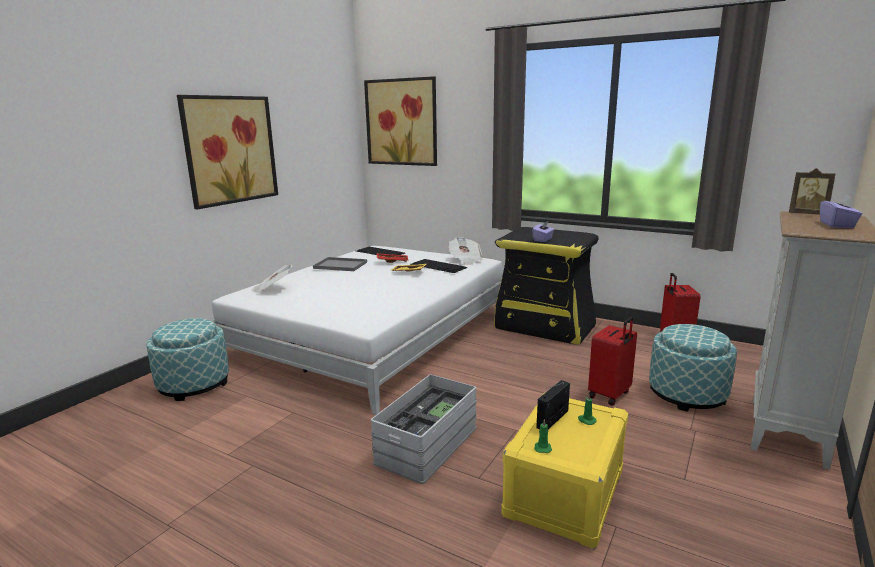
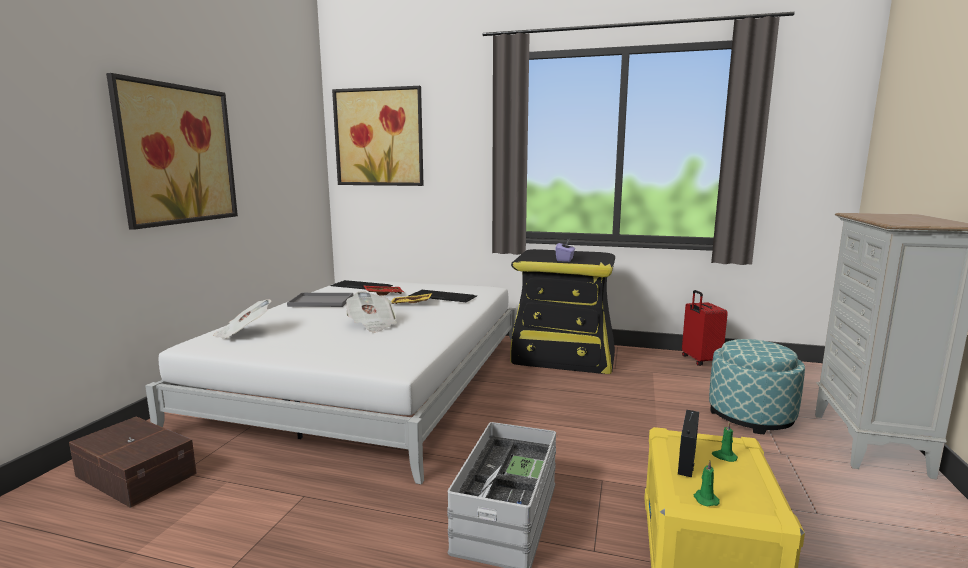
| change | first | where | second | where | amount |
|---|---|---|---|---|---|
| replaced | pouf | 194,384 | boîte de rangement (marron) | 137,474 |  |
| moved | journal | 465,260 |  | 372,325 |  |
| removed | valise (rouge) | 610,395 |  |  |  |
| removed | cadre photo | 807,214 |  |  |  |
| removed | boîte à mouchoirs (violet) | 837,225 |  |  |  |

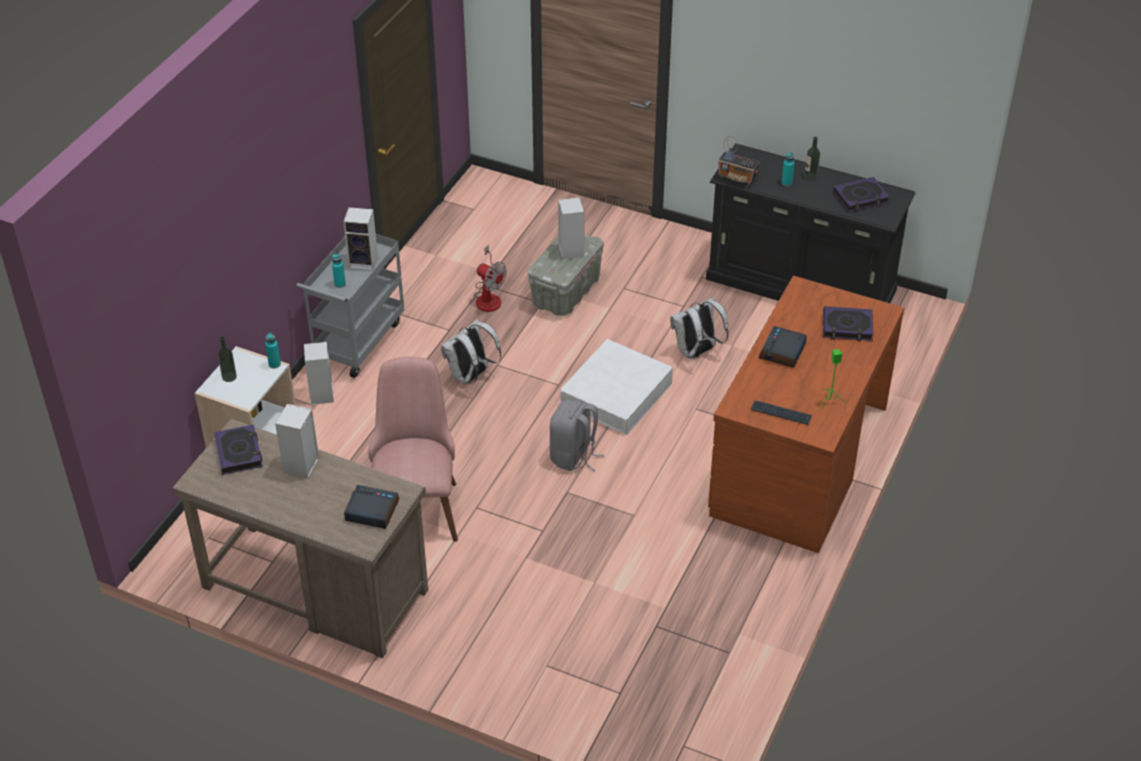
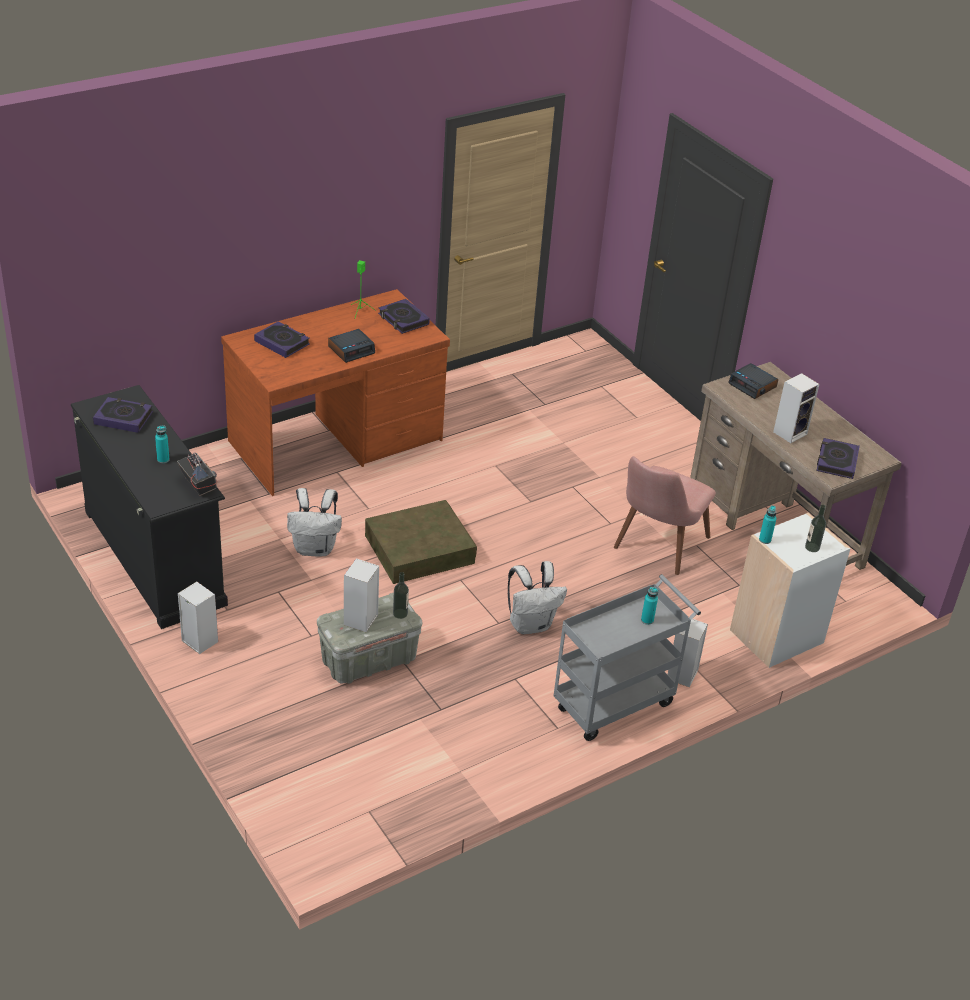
| change | first | where | second | where | amount |
|---|---|---|---|---|---|
| moved | enceinte | 364,262 |  | 198,641 |  |
| recoloured | boîte de rangement (blanc) | 616,394 | boîte de rangement (marron) | 419,549 |  |
| replaced | clavier | 781,413 | livre | 403,319 |  |
| moved | bouteille | 810,176 |  | 400,613 |  |
| removed | ventilateur | 488,297 |  |  |  |
| removed | sac à dos (gris) | 574,456 |  |  |  |

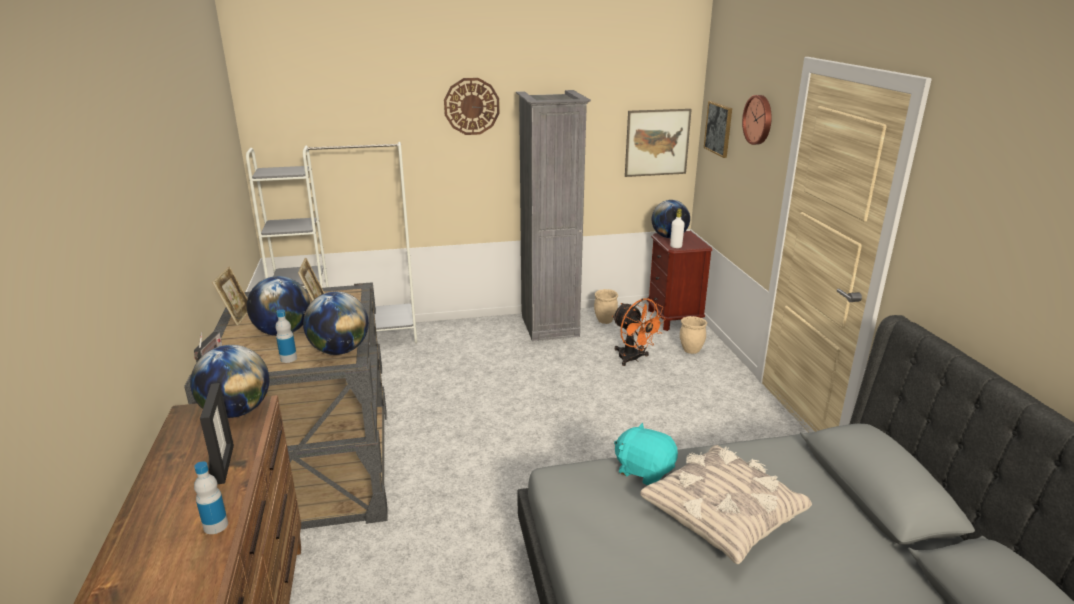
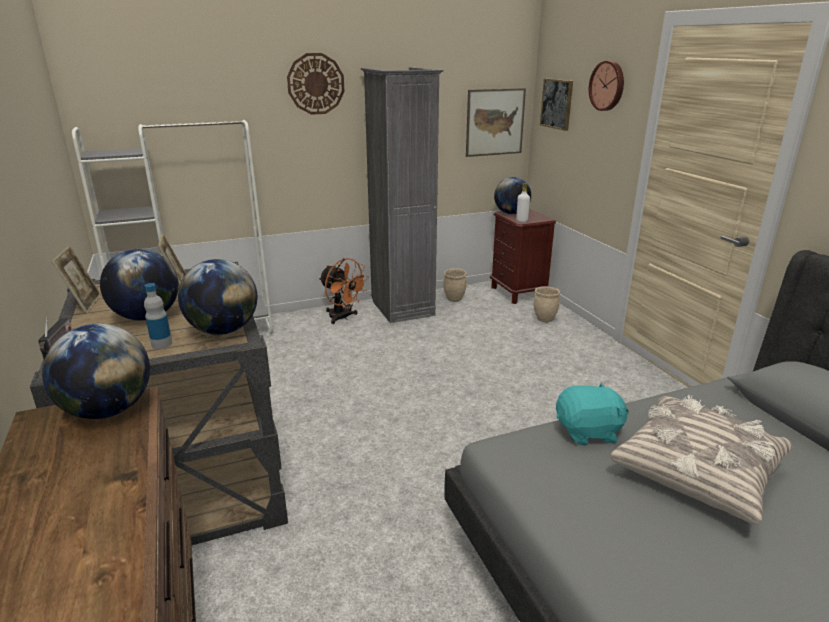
| change | first | where | second | where | amount |
|---|---|---|---|---|---|
| moved | ventilateur (orange) | 633,359 |  | 343,318 |  |
| turned | peluche (turquoise) | 644,470 |  | 588,432 | 150 degrees clockwise |
| removed | bouteille | 215,526 |  |  |  |
| removed | cadre photo | 223,464 |  |  |  |

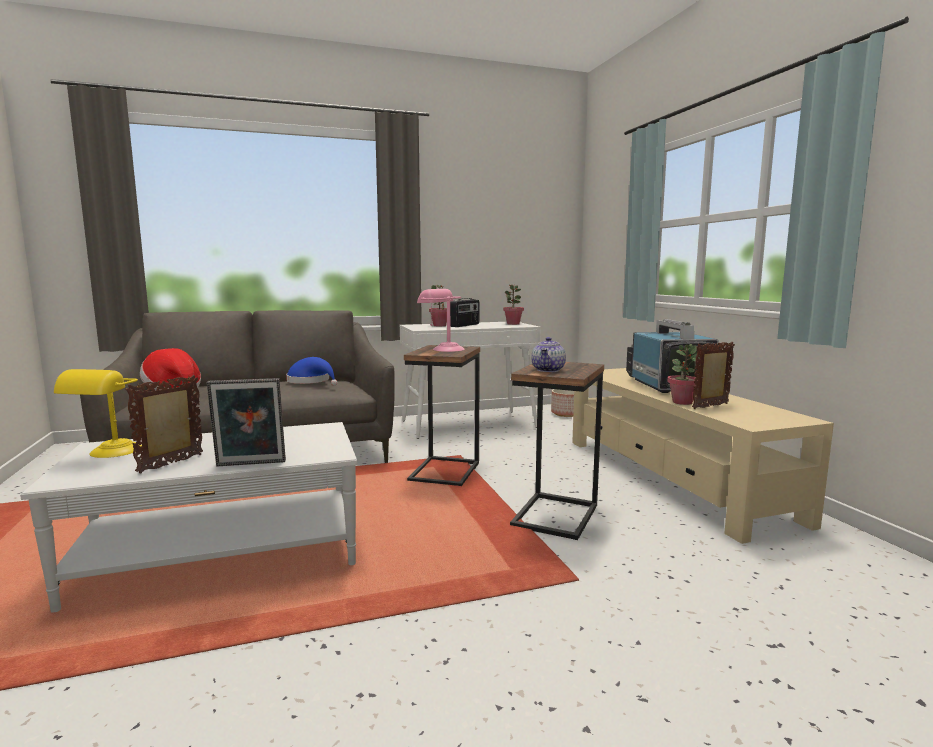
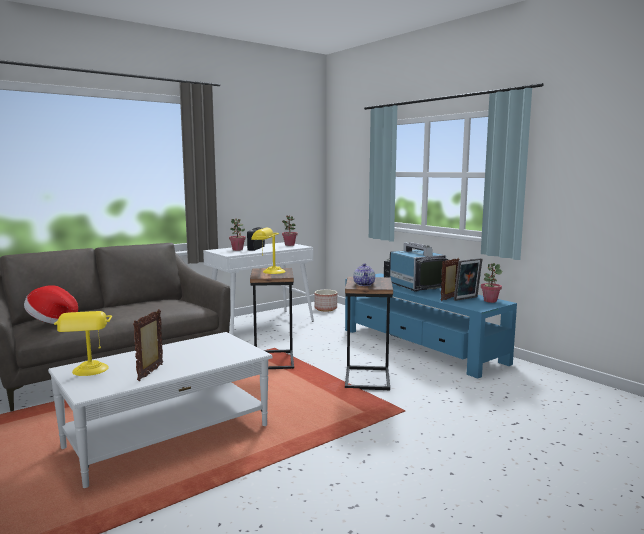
| change | first | where | second | where | amount |
|---|---|---|---|---|---|
| recoloured | lampe de table (rose) | 442,349 | lampe de table (jaune) | 269,271 |  |
| recoloured | meuble télé (beige) | 670,477 | meuble télé (bleu) | 420,346 |  |
| moved | cadre photo | 250,464 |  | 467,299 |  |
| moved | plante en pot | 682,402 |  | 490,301 |  |
| removed | chapeau (bleu) | 311,381 |  |  |  |

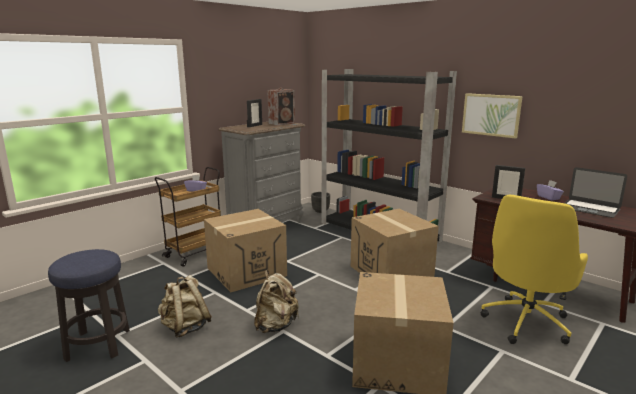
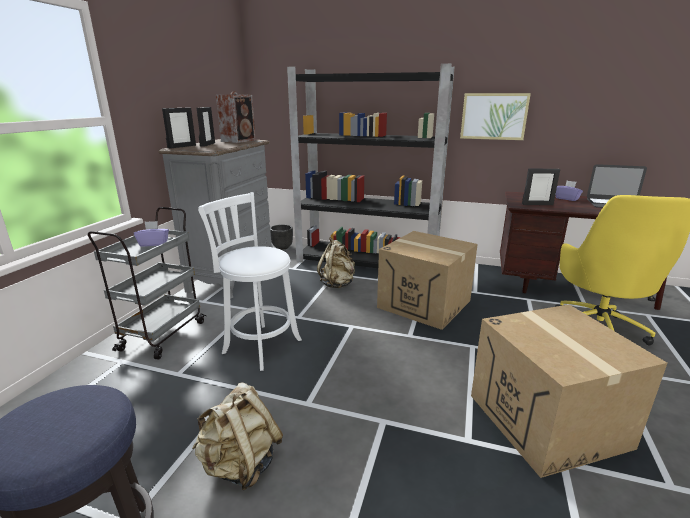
| change | first | where | second | where | amount |
|---|---|---|---|---|---|
| recoloured | chariot (marron) | 195,254 | chariot (gris) | 163,335 |  |
| added |  |  | cadre photo | 182,146 |  |
| replaced | carton | 246,272 | tabouret (blanc) | 259,345 |  |
| moved | sac à dos (beige) | 275,325 |  | 337,284 |  |

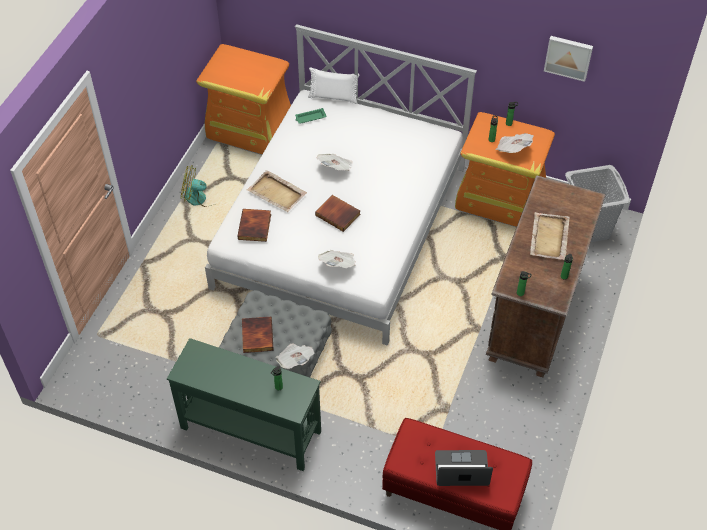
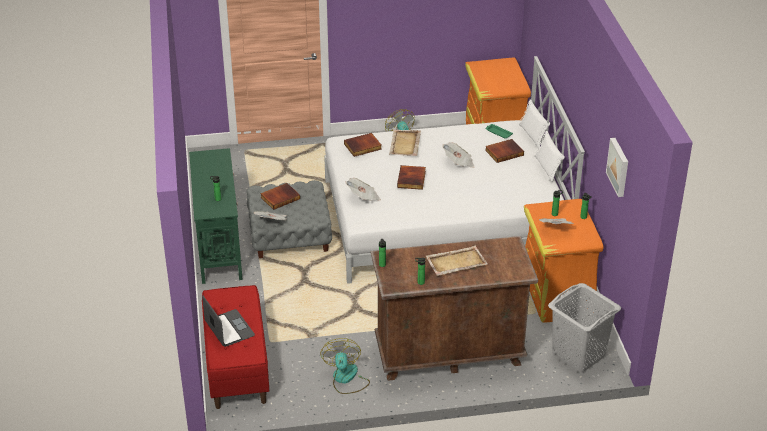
| change | first | where | second | where | amount |
|---|---|---|---|---|---|
| added |  |  | ventilateur | 346,379 |  |
| added |  |  | livre | 504,152 |  |
| added |  |  | coussin (blanc) | 547,168 |  |

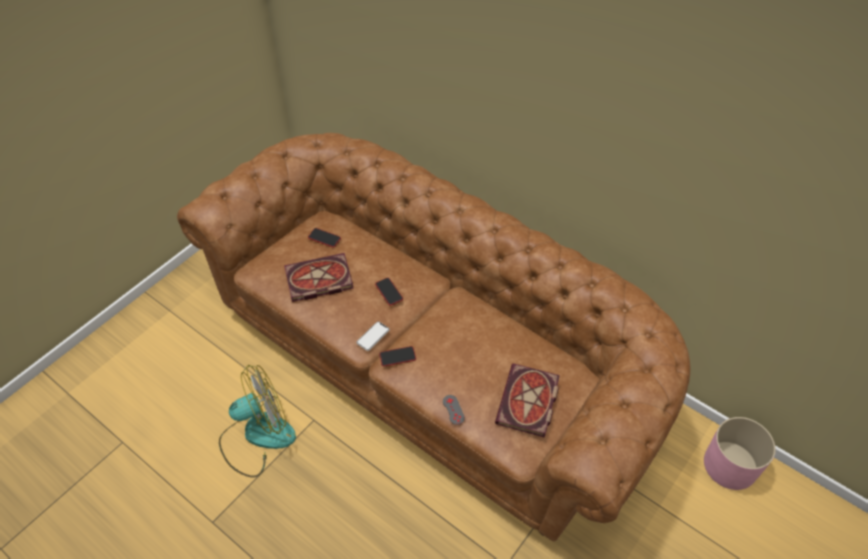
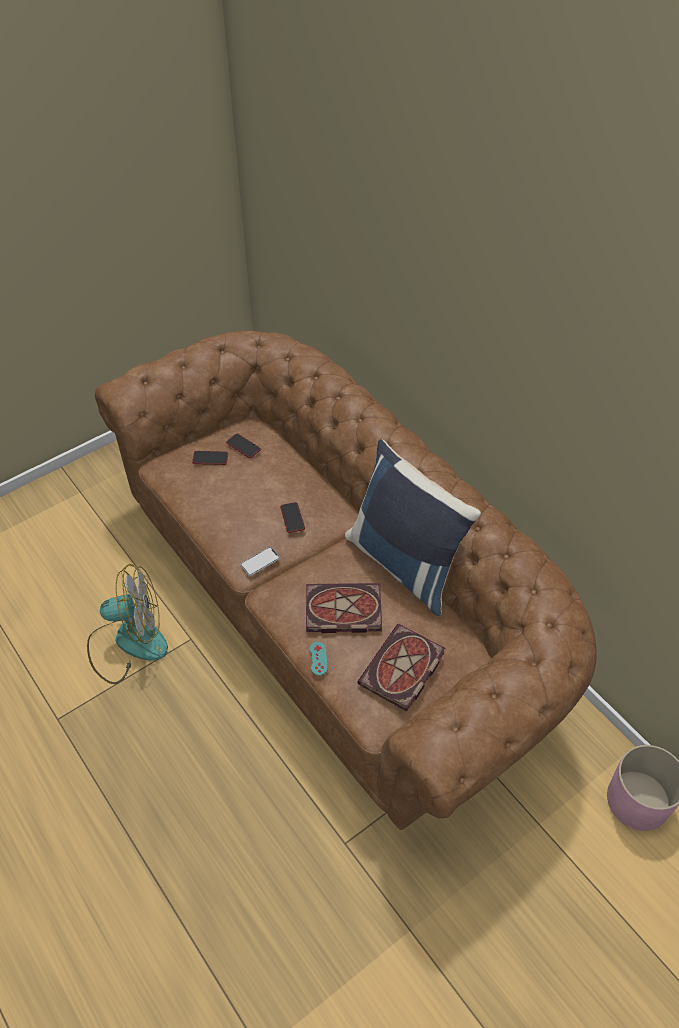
| change | first | where | second | where | amount |
|---|---|---|---|---|---|
| moved | téléphone | 397,356 |  | 210,458 |  |
| moved | livre | 317,280 |  | 341,611 |  |
| recoloured | manette (gris) | 453,410 | manette (turquoise) | 318,658 |  |
| added |  |  | coussin (bleu) | 405,563 |  |

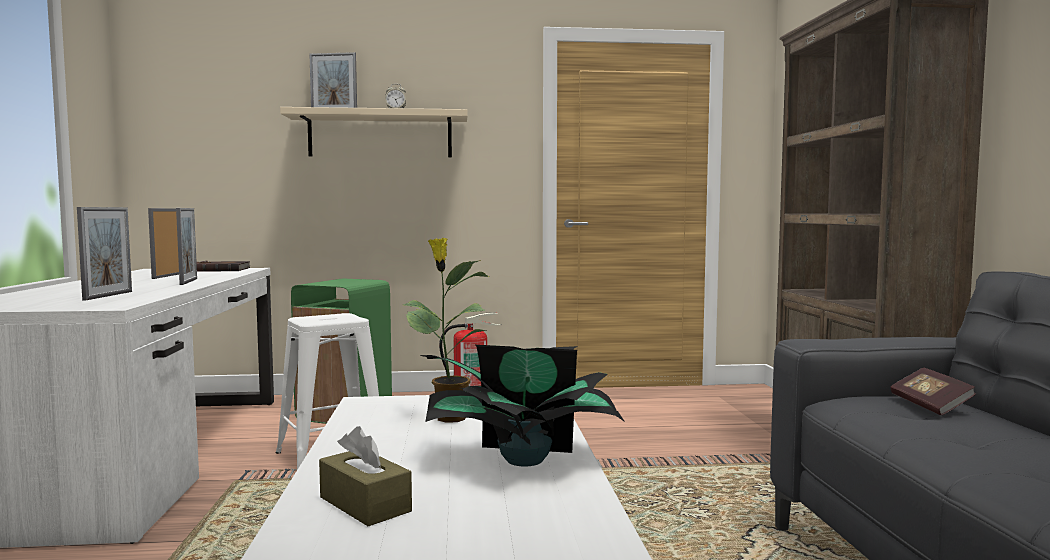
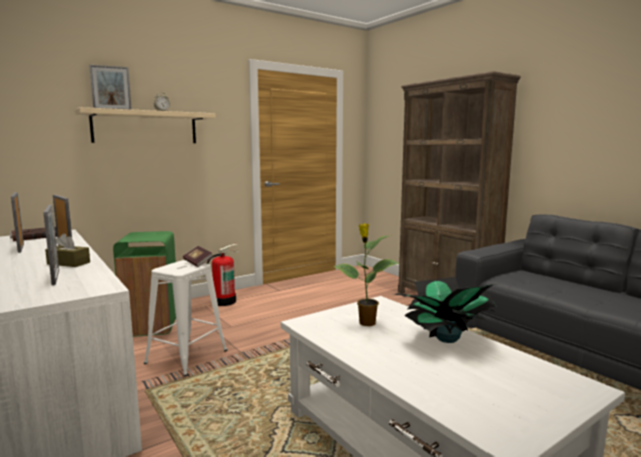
| change | first | where | second | where | amount |
|---|---|---|---|---|---|
| moved | boîte à mouchoirs (marron) | 365,504 |  | 68,263 |  |
| moved | livre | 930,405 |  | 198,263 |  |

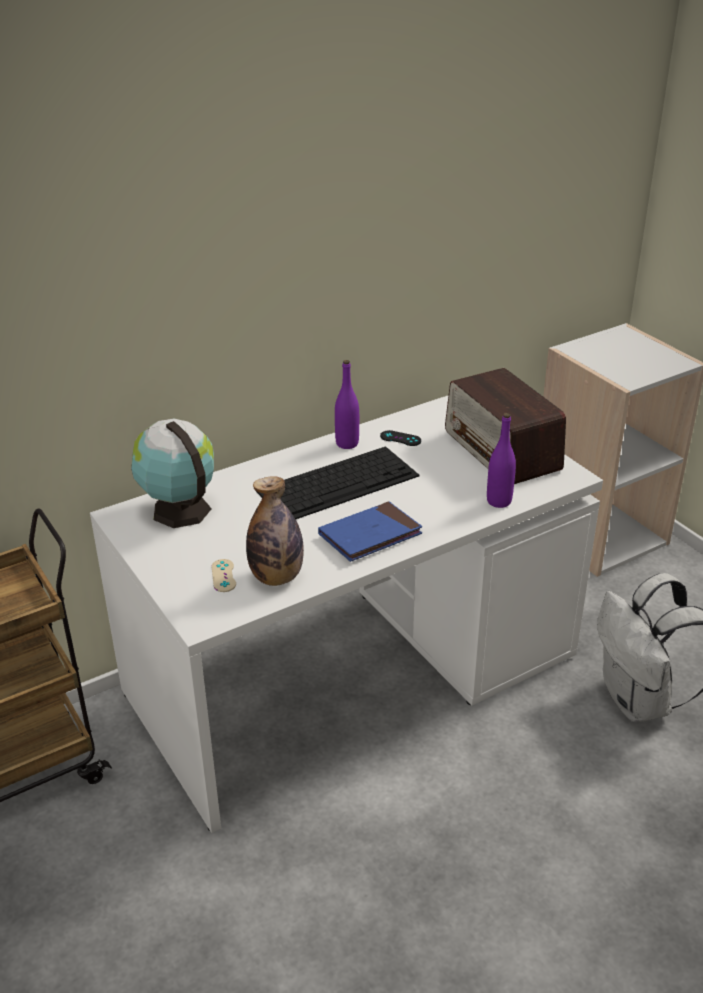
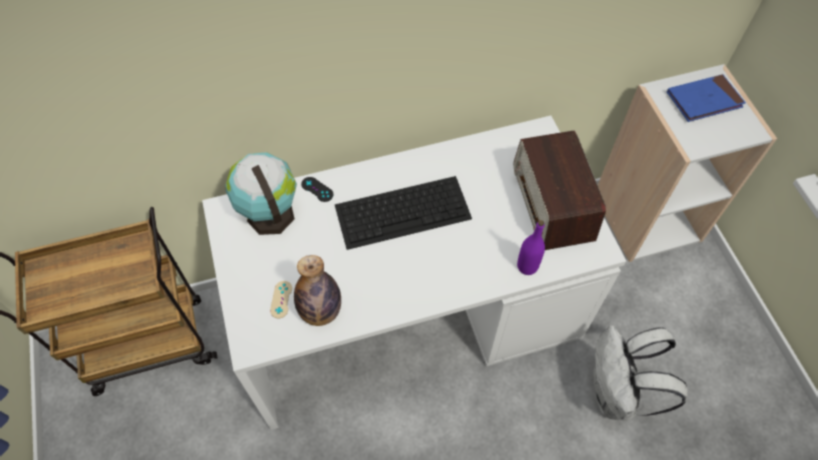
| change | first | where | second | where | amount |
|---|---|---|---|---|---|
| moved | manette (noir) | 400,438 |  | 317,189 |  |
| moved | livre (bleu) | 370,535 |  | 704,100 |  |
| removed | bouteille (violet) | 347,443 |  |  |  |

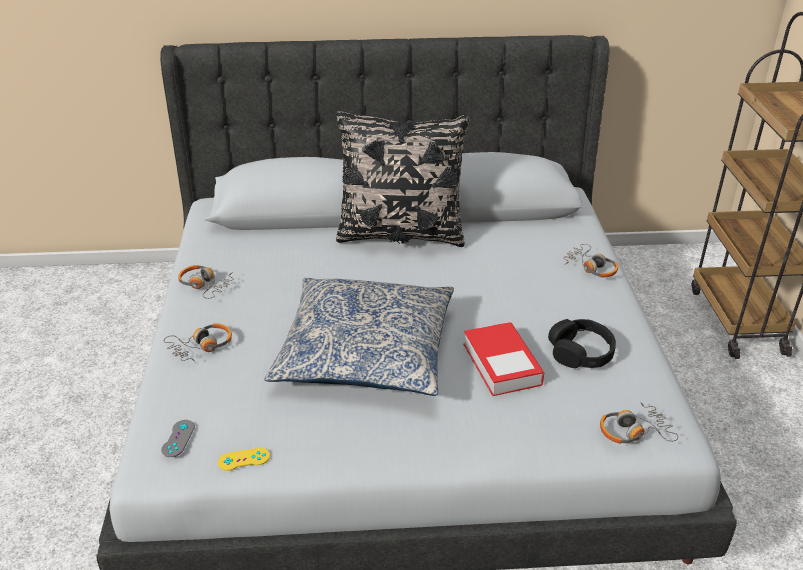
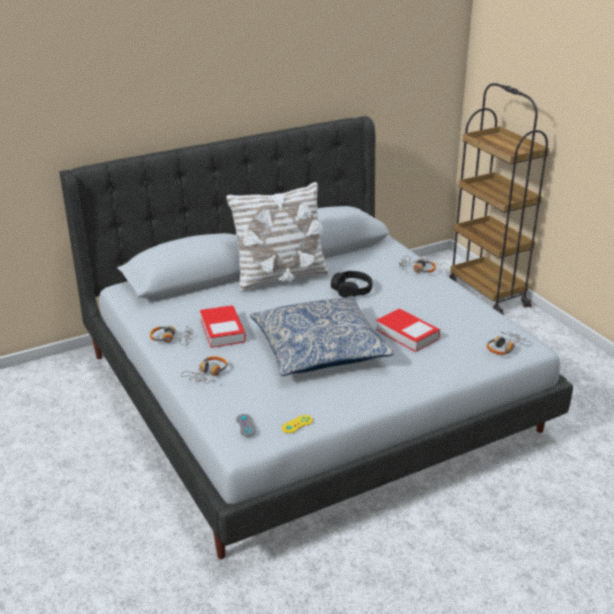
| change | first | where | second | where | amount |
|---|---|---|---|---|---|
| added |  |  | livre | 222,331 |  |
| recoloured | coussin (noir) | 401,235 | coussin (blanc) | 280,278 |  |
| moved | casque audio (noir) | 580,352 |  | 351,290 |  |

